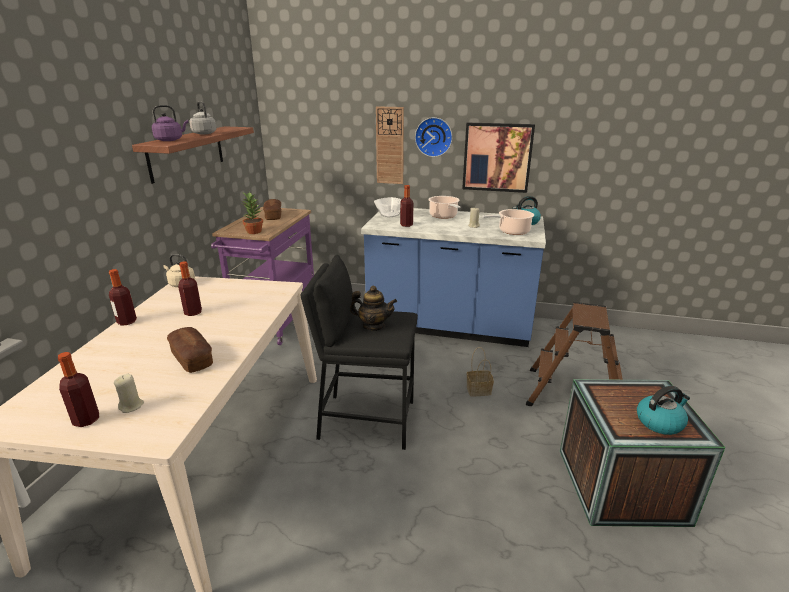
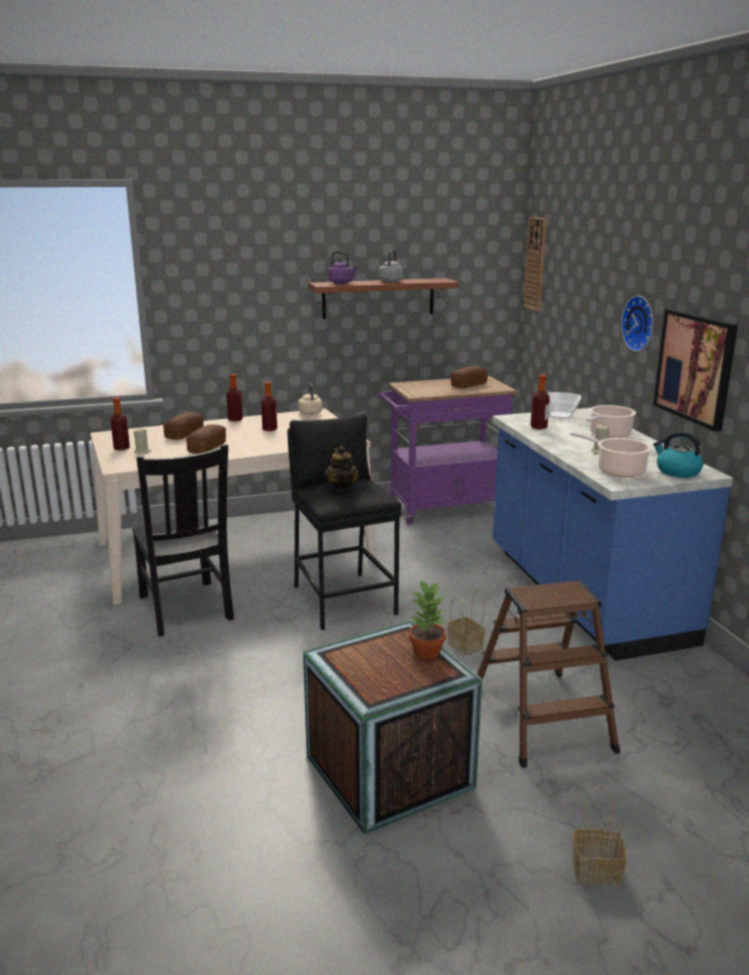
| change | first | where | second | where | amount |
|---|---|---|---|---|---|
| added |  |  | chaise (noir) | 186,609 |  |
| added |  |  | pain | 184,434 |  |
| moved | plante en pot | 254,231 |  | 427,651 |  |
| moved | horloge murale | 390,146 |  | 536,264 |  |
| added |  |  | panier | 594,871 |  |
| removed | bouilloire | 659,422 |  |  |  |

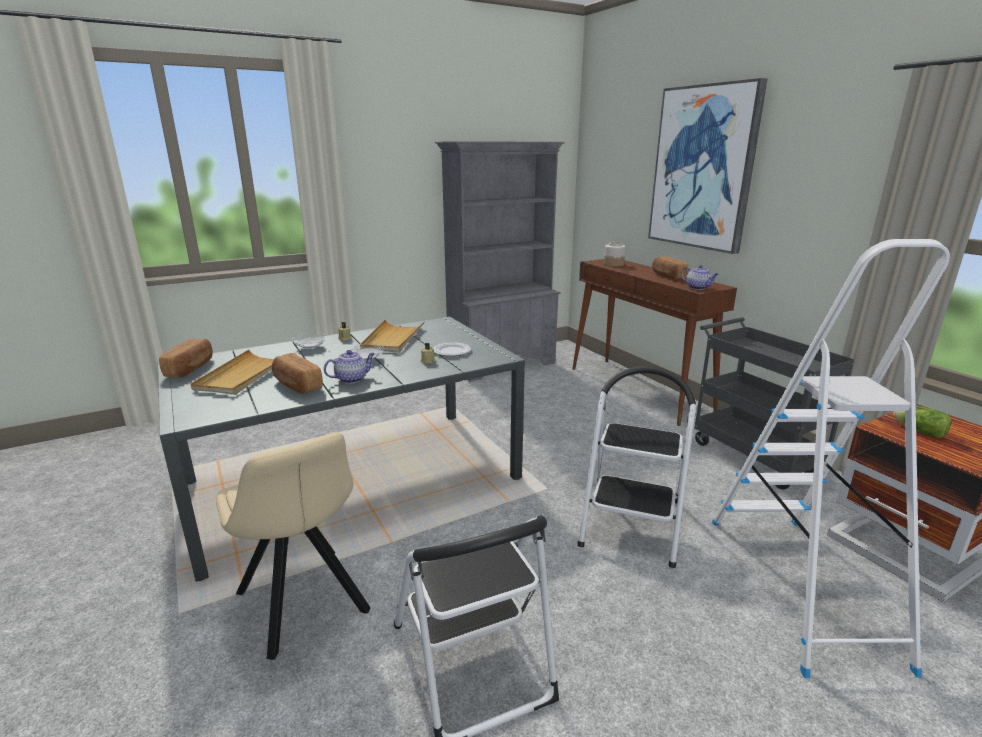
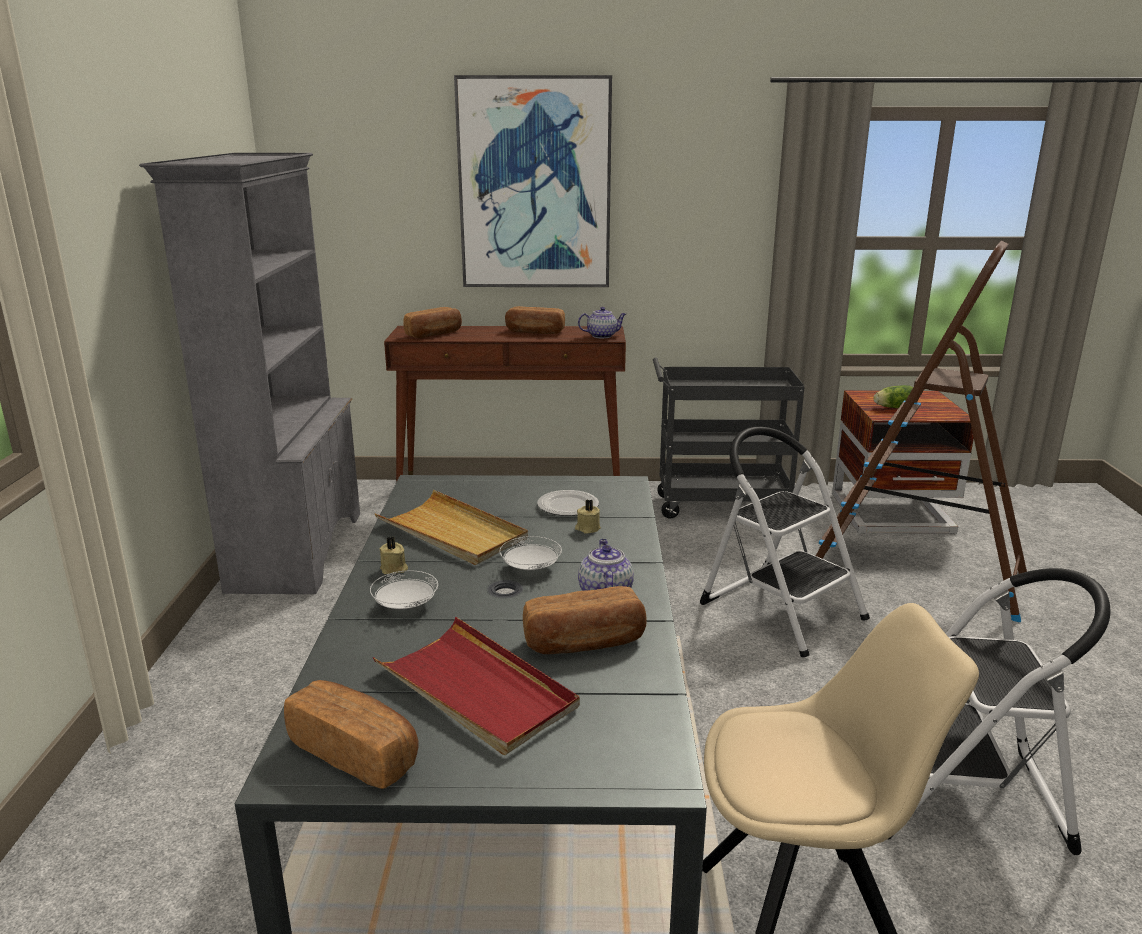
| change | first | where | second | where | amount |
|---|---|---|---|---|---|
| recoloured | plateau (beige) | 243,375 | plateau (rouge) | 477,690 |  |
| replaced | bocal | 613,264 | pain | 434,334 |  |
| recoloured | escabeau (blanc) | 797,585 | escabeau (marron) | 915,575 |  |

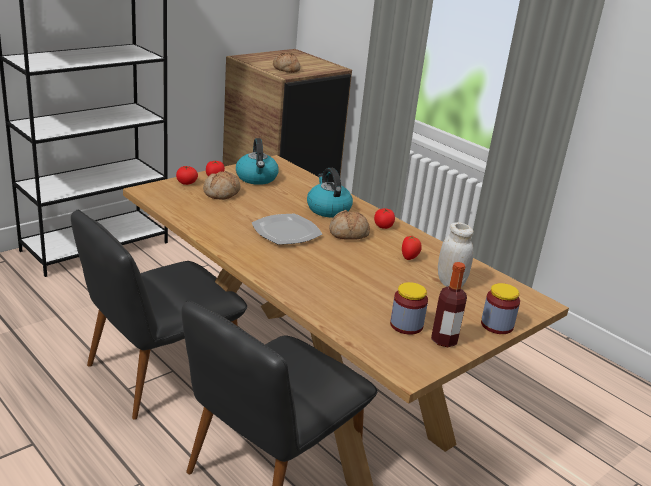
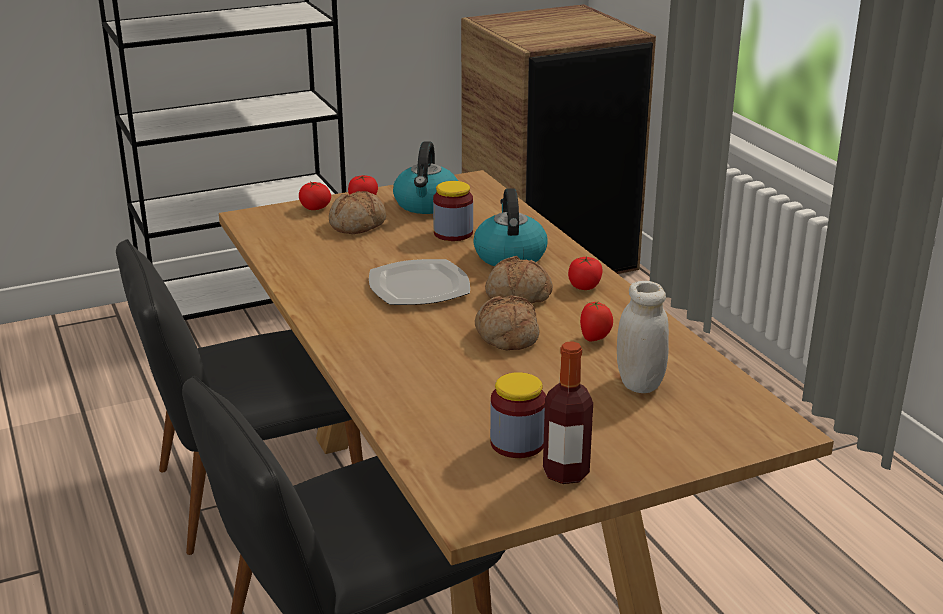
| change | first | where | second | where | amount |
|---|---|---|---|---|---|
| moved | bocal | 497,325 |  | 453,233 |  |
| moved | pain | 286,69 |  | 506,335 |  |

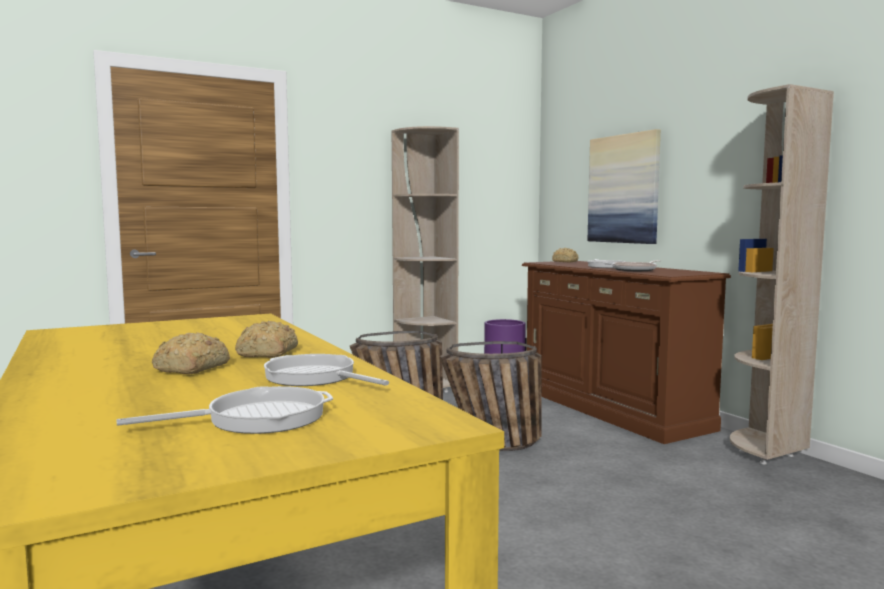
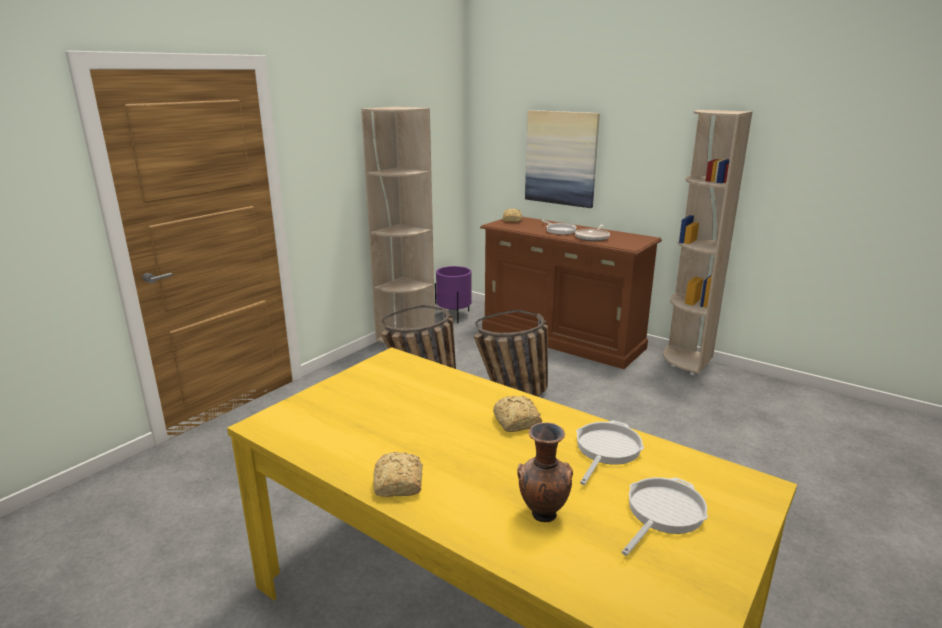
| change | first | where | second | where | amount |
|---|---|---|---|---|---|
| moved | pain | 190,369 |  | 398,485 |  |
| added |  |  | vase (marron) | 542,516 |  |
| turned | poêle | 314,377 |  | 606,450 | 105 degrees clockwise |

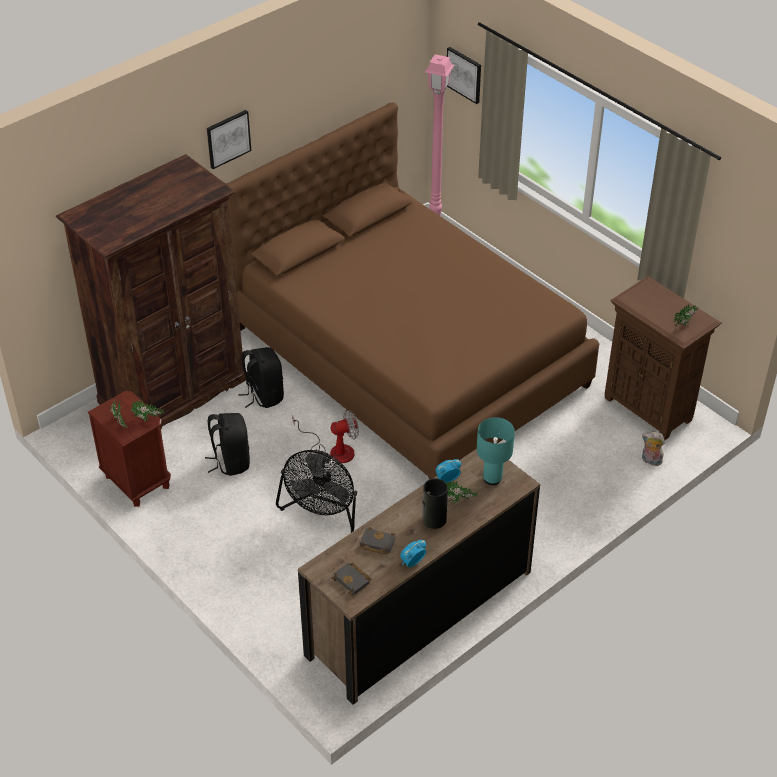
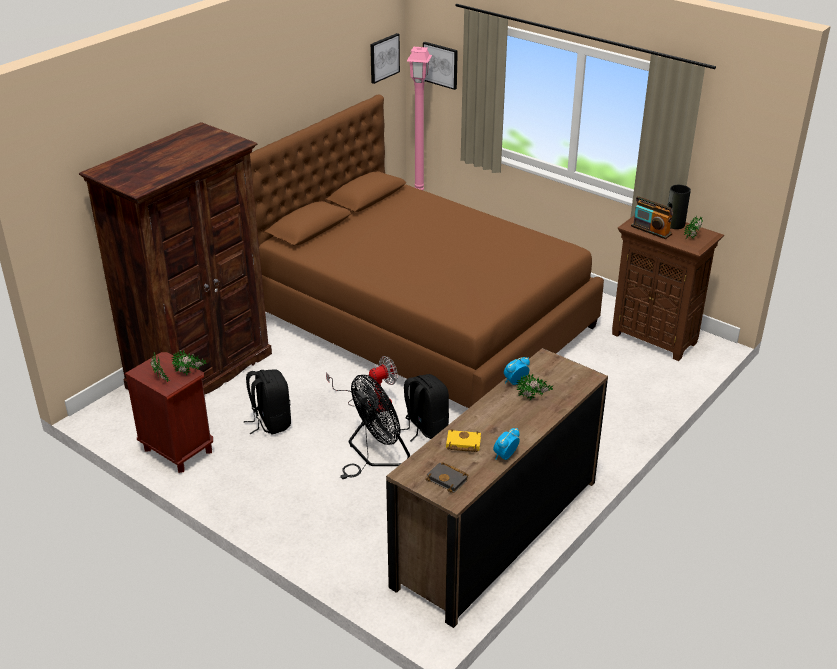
| change | first | where | second | where | amount |
|---|---|---|---|---|---|
| turned | ventilateur (noir) | 320,508 |  | 370,452 | 135 degrees counterclockwise |
| moved | tableau | 228,138 |  | 384,58 |  |
| moved | sac à dos (noir) | 264,395 |  | 425,428 |  |
| recoloured | livre (noir) | 376,543 | livre (jaune) | 462,444 |  |
| added |  |  | radio | 651,230 |  |
| moved | vase | 433,519 |  | 674,224 |  |
| removed | lampe de table (turquoise) | 493,478 |  |  |  |
| removed | peluche | 650,461 |  |  |  |

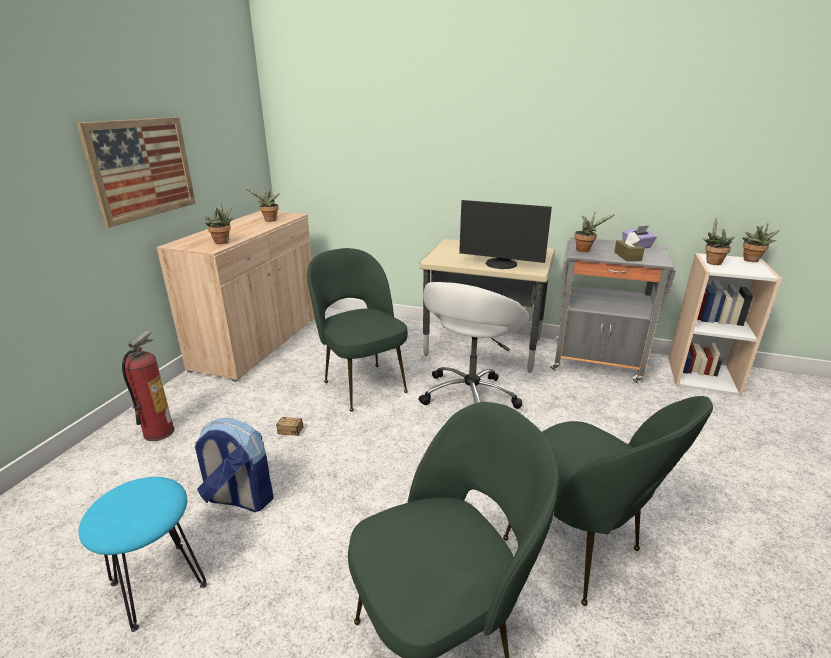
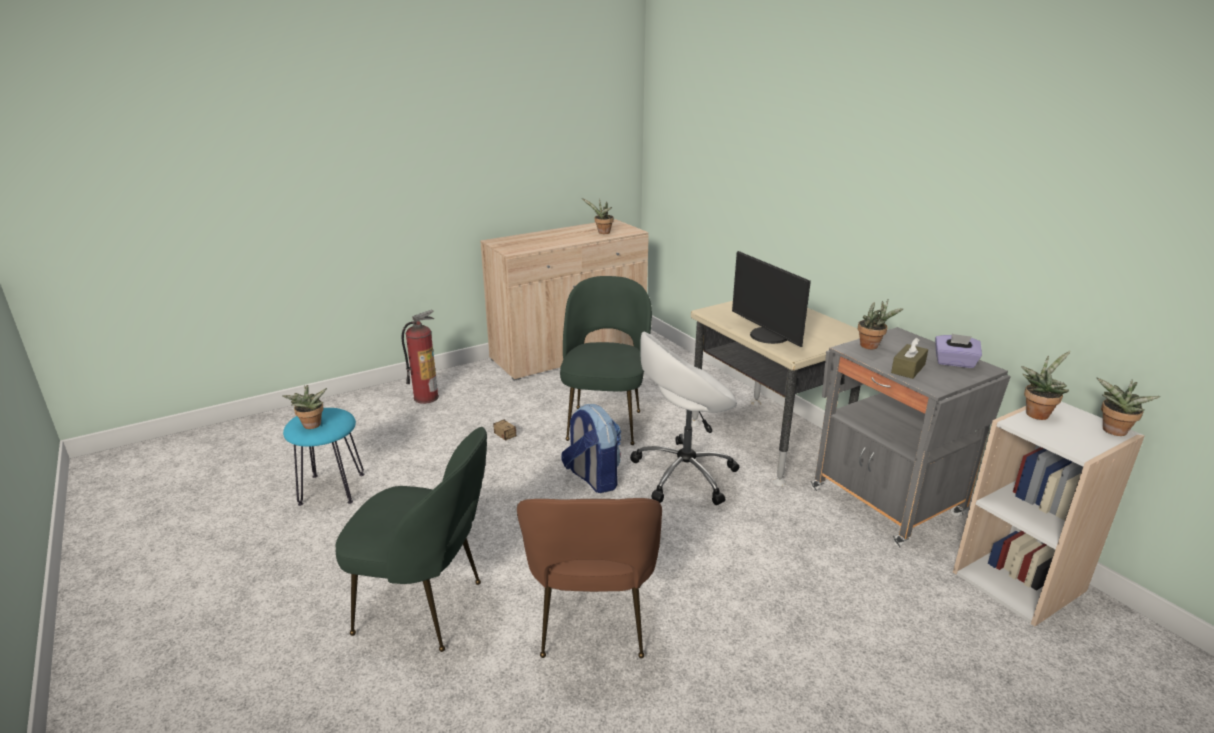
| change | first | where | second | where | amount |
|---|---|---|---|---|---|
| moved | plante en pot | 223,242 |  | 311,426 |  |
| recoloured | chaise (vert) | 580,552 | chaise (marron) | 592,629 |  |
| moved | sac à dos | 239,498 |  | 592,478 |  |
| removed | tableau | 142,168 |  |  |  |

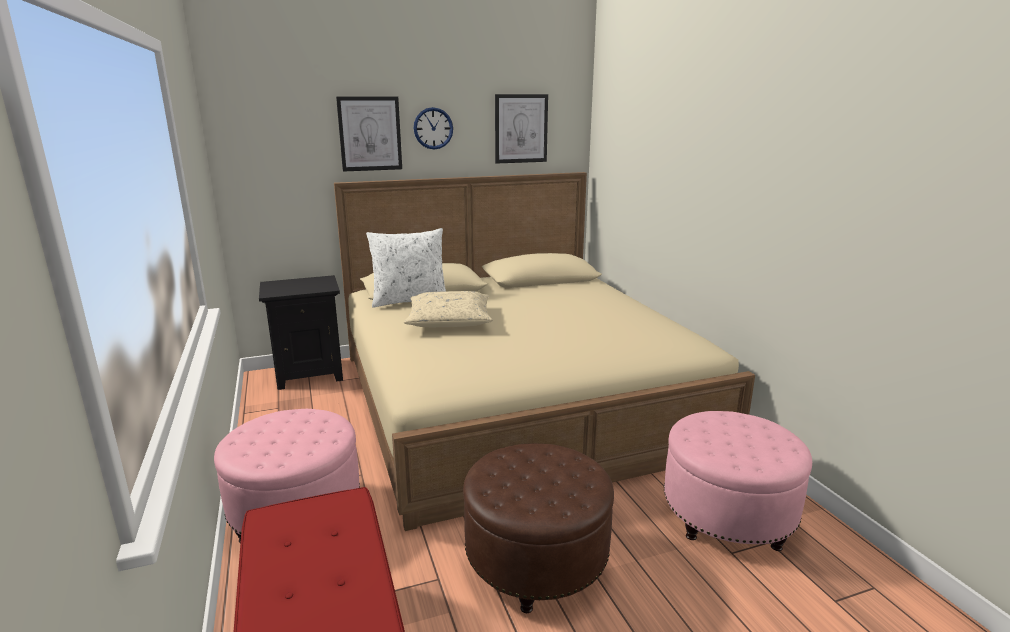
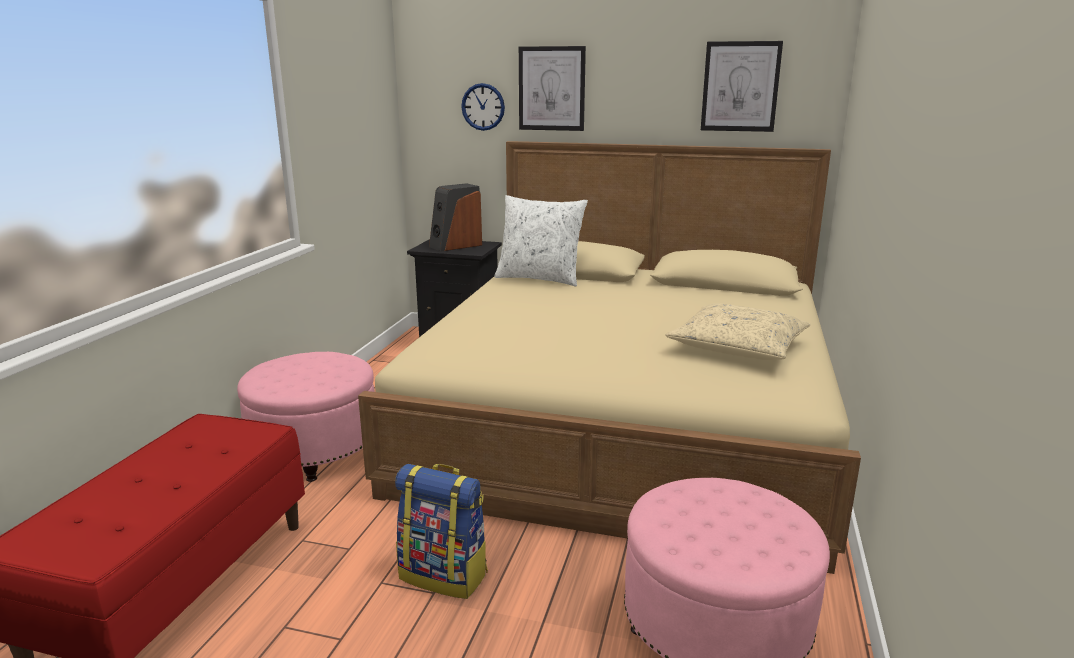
| change | first | where | second | where | amount |
|---|---|---|---|---|---|
| replaced | pouf (marron) | 536,562 | sac à dos | 445,575 |  |
| added |  |  | enceinte | 455,246 |  |
| moved | horloge murale | 433,128 |  | 483,107 |  |
| moved | coussin (beige) | 449,321 |  | 737,347 |  |

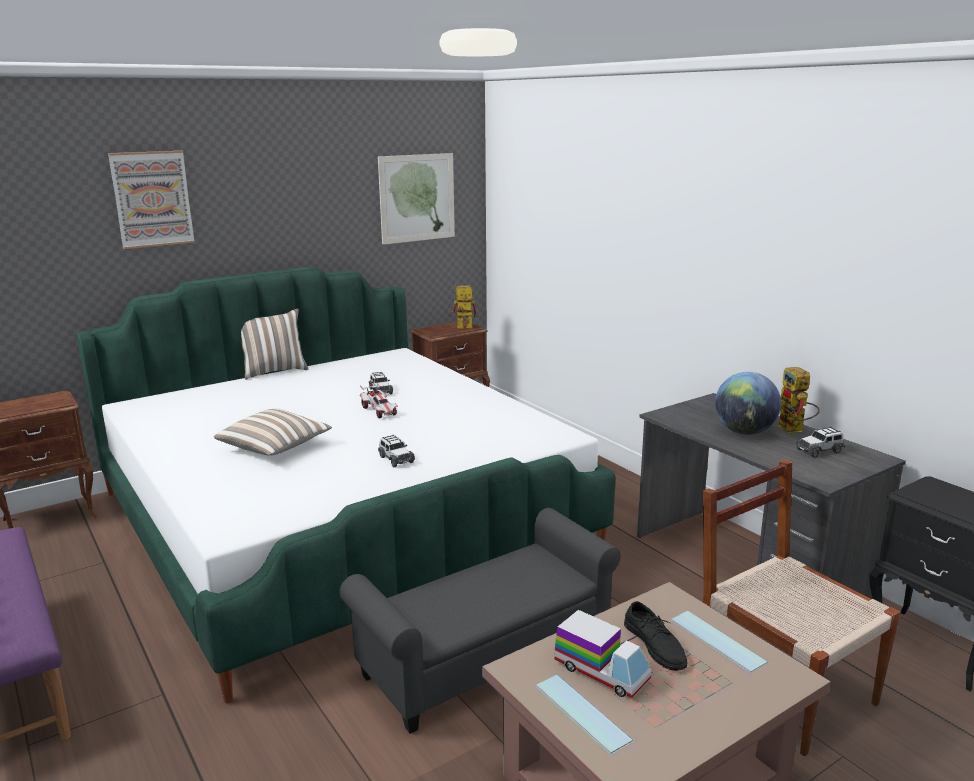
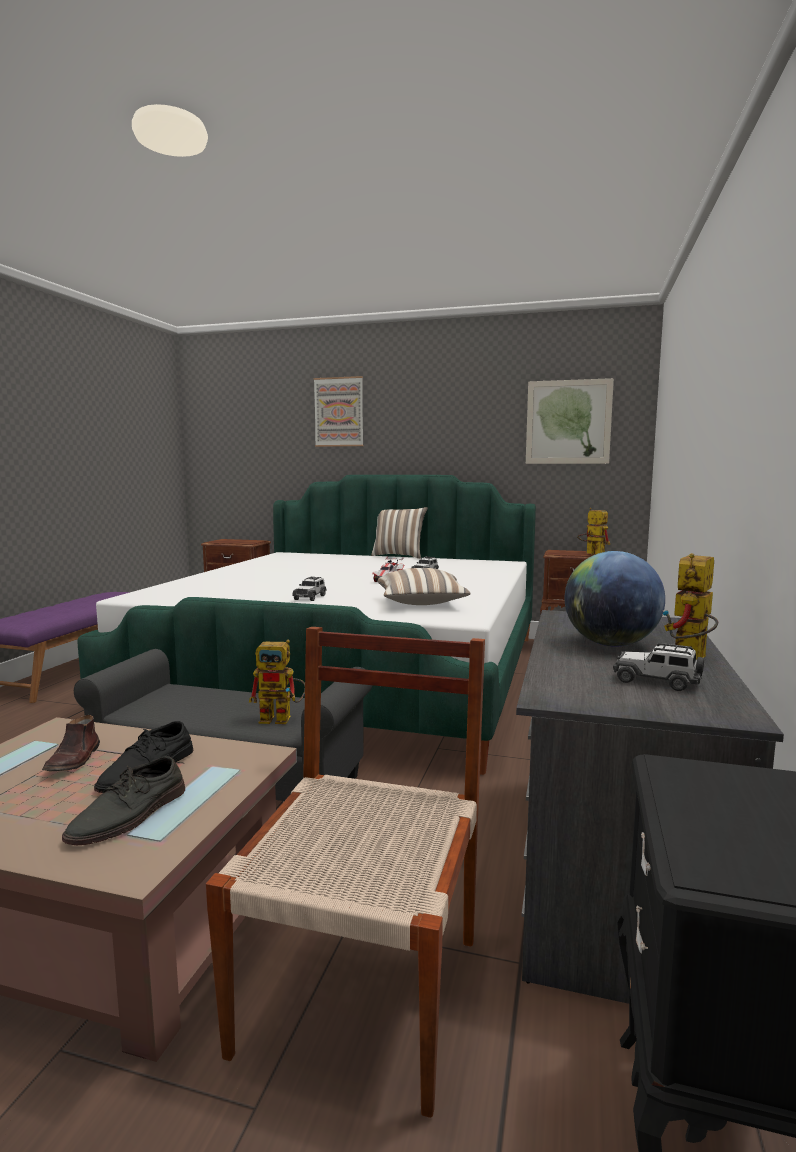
| change | first | where | second | where | amount |
|---|---|---|---|---|---|
| replaced | camion jouet | 601,672 | chaussure (marron) | 74,760 |  |
| added |  |  | chaussure (gris) | 129,815 |  |
| added |  |  | robot jouet | 282,718 |  |
| moved | coussin | 275,448 |  | 421,604 |  |

